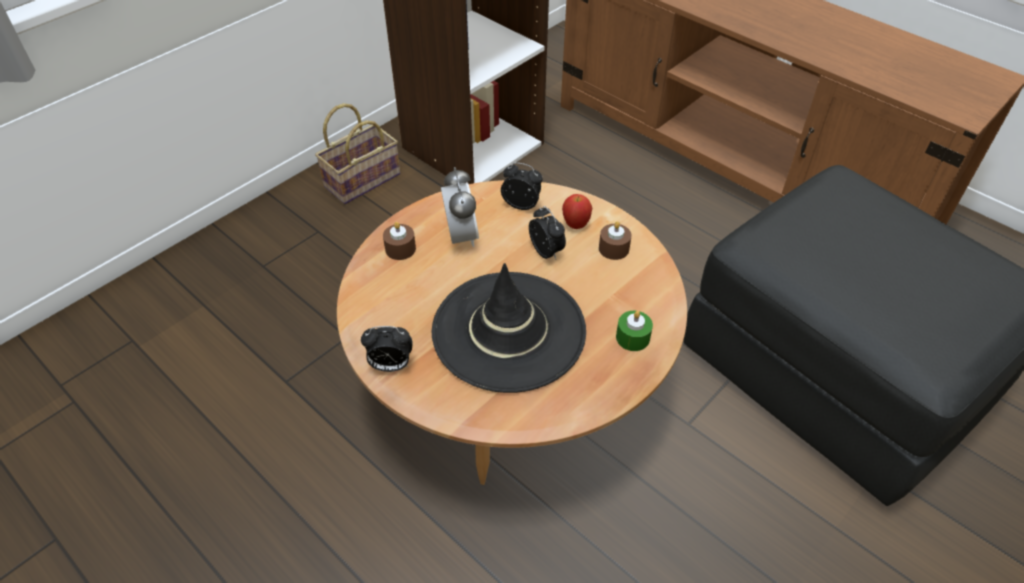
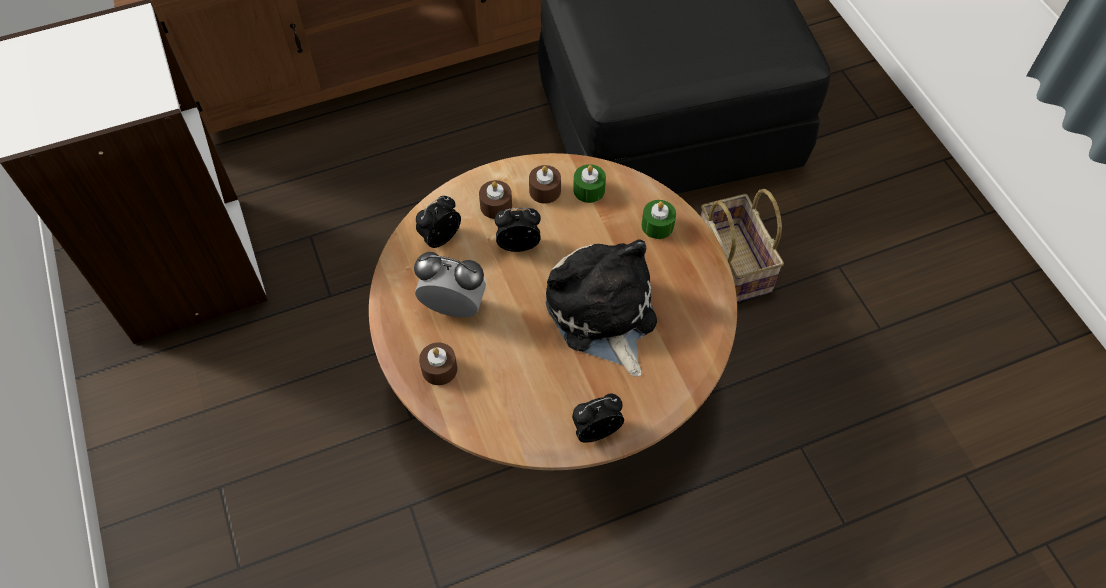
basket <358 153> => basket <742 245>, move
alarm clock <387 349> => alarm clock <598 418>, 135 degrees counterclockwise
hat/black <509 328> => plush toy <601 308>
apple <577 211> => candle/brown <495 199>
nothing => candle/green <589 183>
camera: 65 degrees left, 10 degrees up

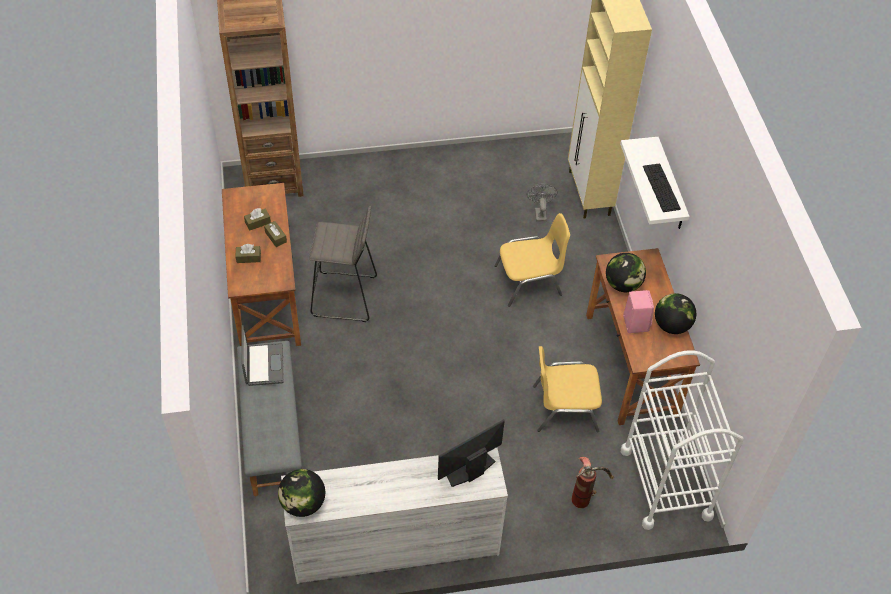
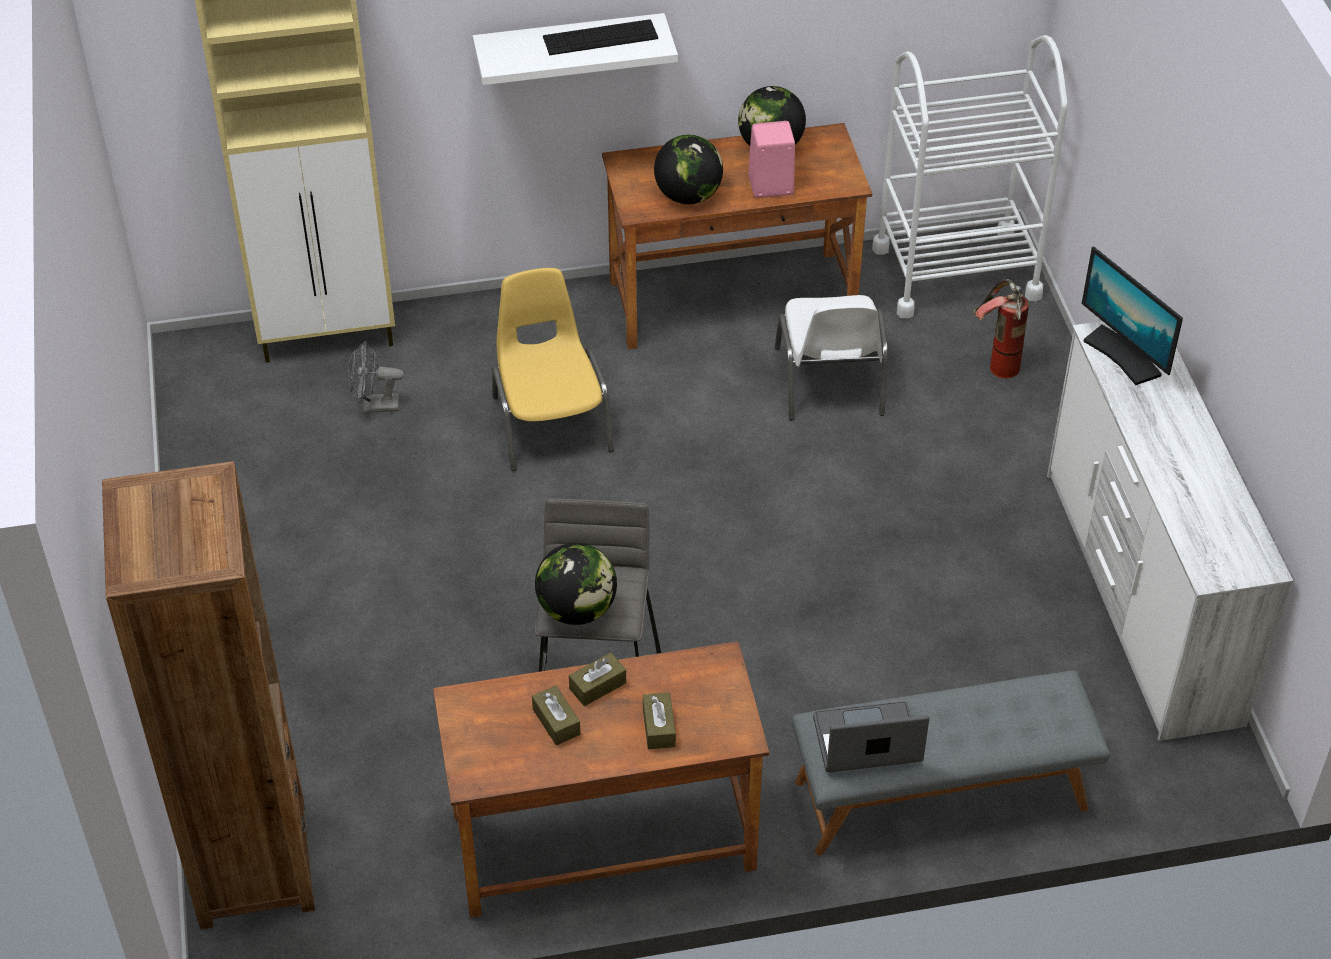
globe <301 493> => globe <576 584>, move
chair/yellow <567 389> => chair/white <831 357>
camera: 90 degrees left, 5 degrees down

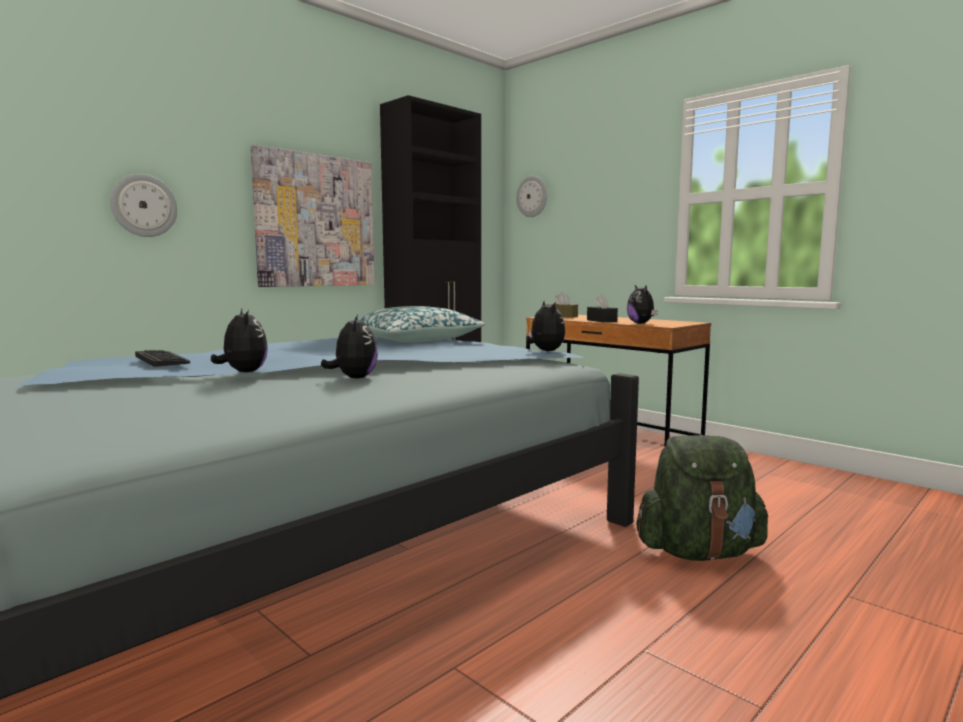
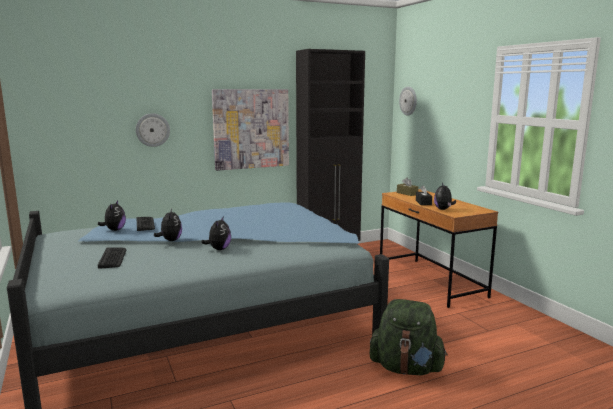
pillow <418 324> => nothing
plush toy <545 326> => plush toy <112 215>, move
nothing => keyboard <112 258>
camera: 20 degrees right, 5 degrees up

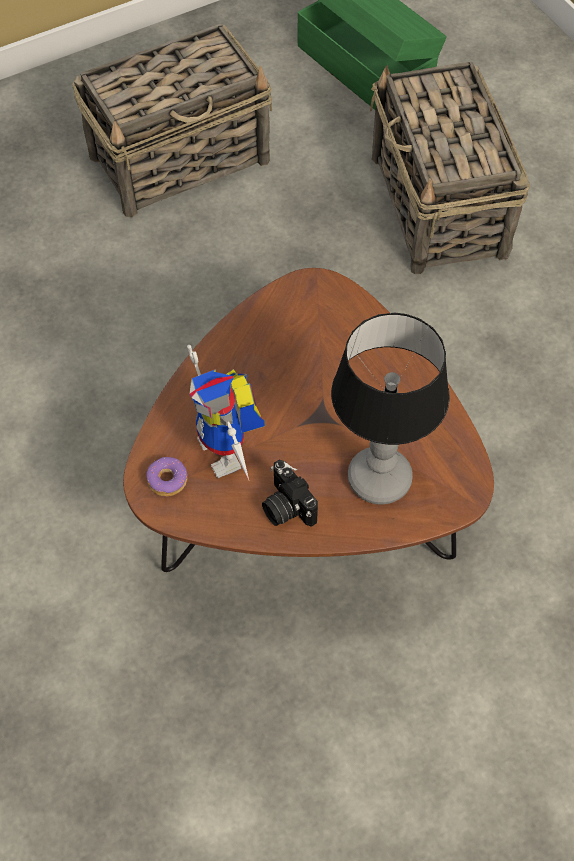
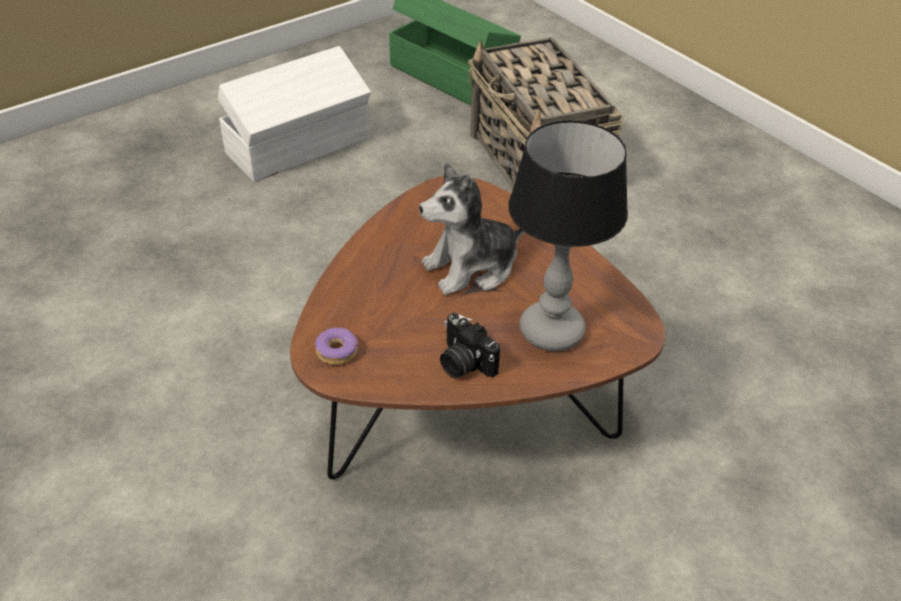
basket <172 120> => storage box/white <294 114>
toy robot <226 412> => nothing
nothing => plush toy <472 228>
camera: 10 degrees left, 15 degrees down

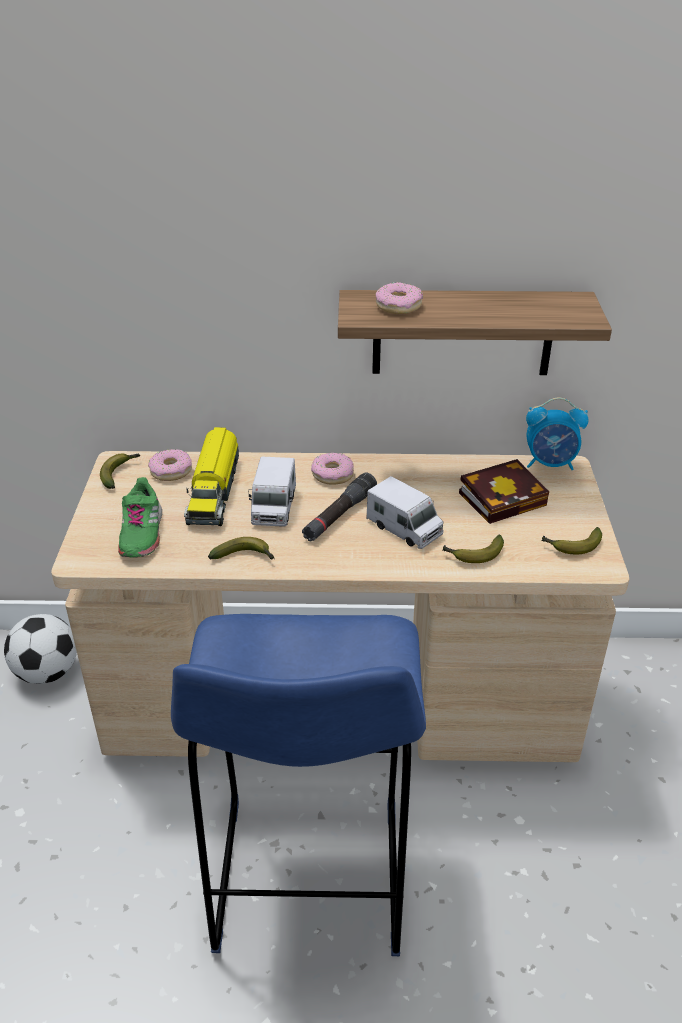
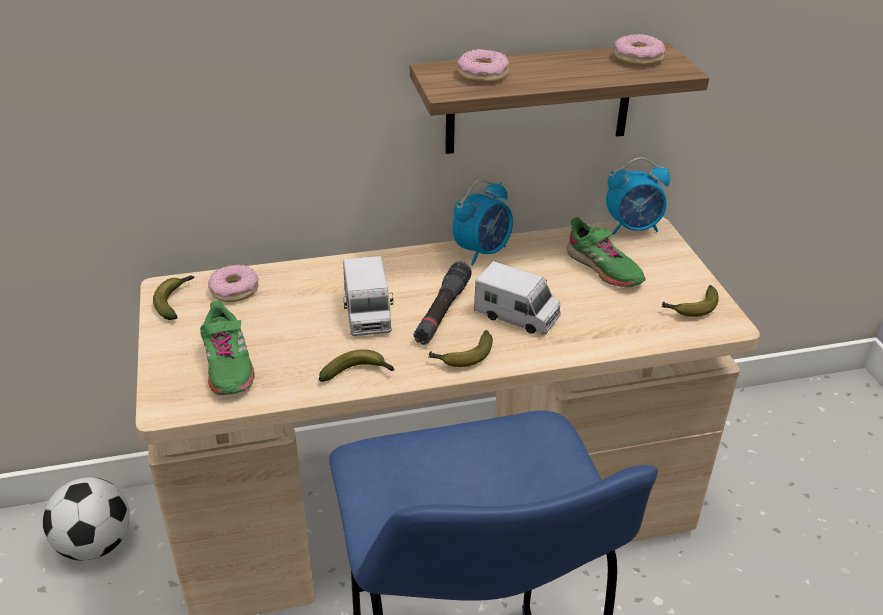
toy truck <211 476> => nothing
donut <332 469> => donut <639 50>, move
banana <473 548> => banana <461 348>, move
book <504 491> => shoe/green <606 252>
nothing => alarm clock <482 222>
camera: 15 degrees left, 0 degrees up

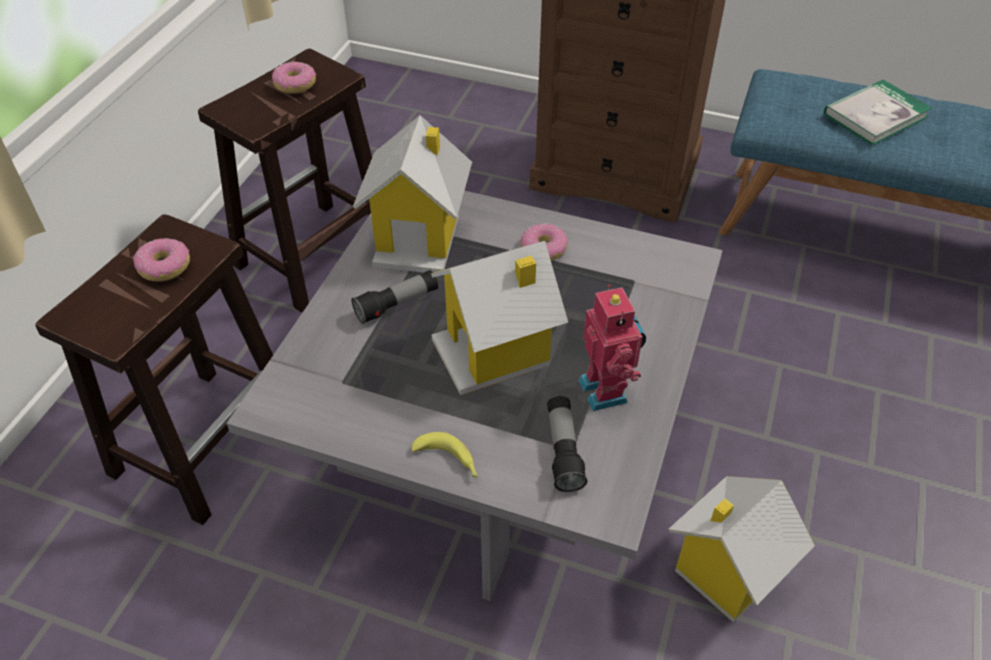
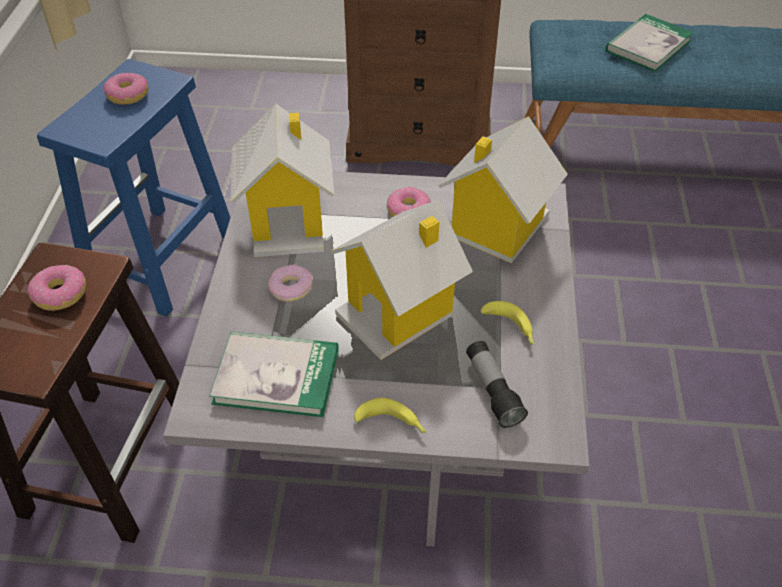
stool/brown <285 181> => stool/blue <133 188>
flashlight <394 297> => donut <290 283>
toy robot <612 348> => banana <507 323>
toy house <742 549> => toy house <503 189>, move
nothing => book <273 374>
camera: 15 degrees left, 0 degrees up

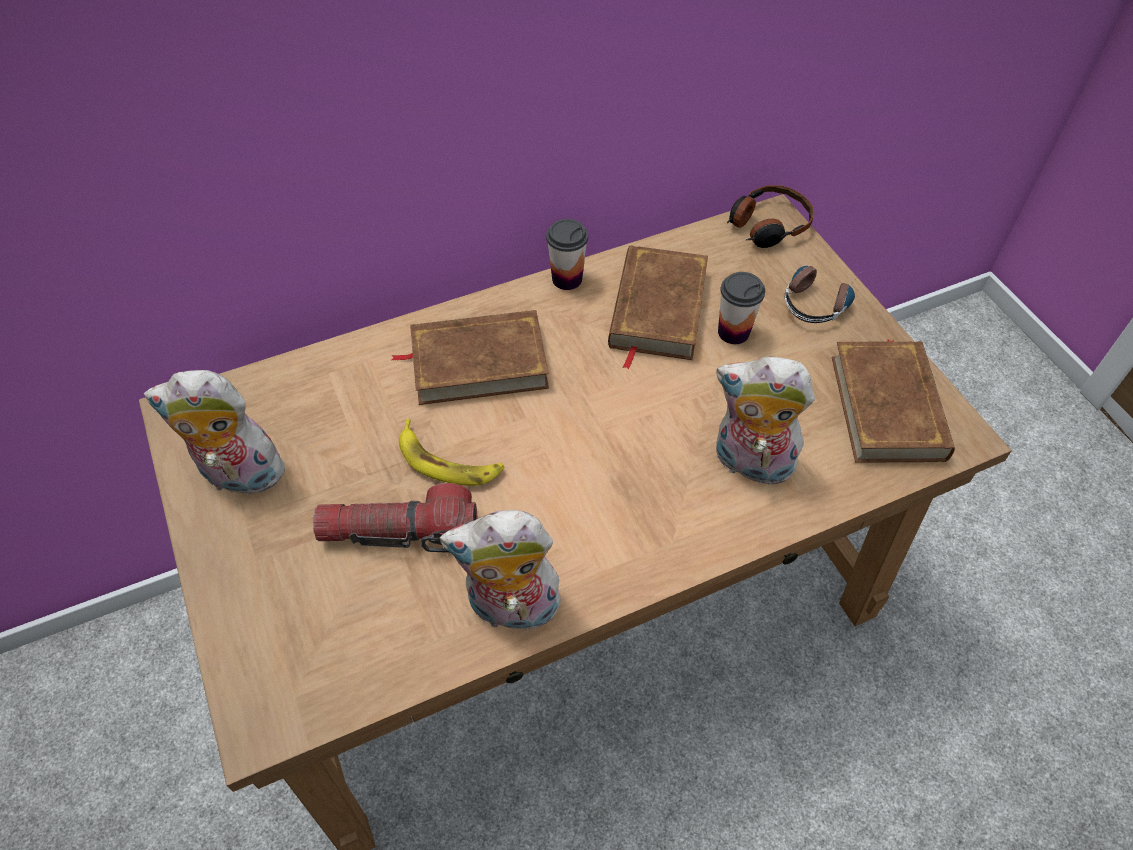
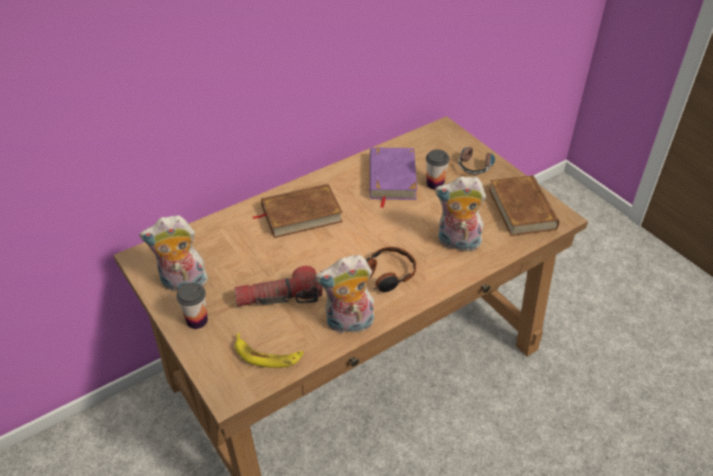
banana <452 452> => banana <269 350>, move
cup <567 254> => cup <192 306>, move
book/brown <658 307> => book/purple <393 177>
headphones <771 216> => headphones <391 269>, move
camera: 10 degrees left, 10 degrees down

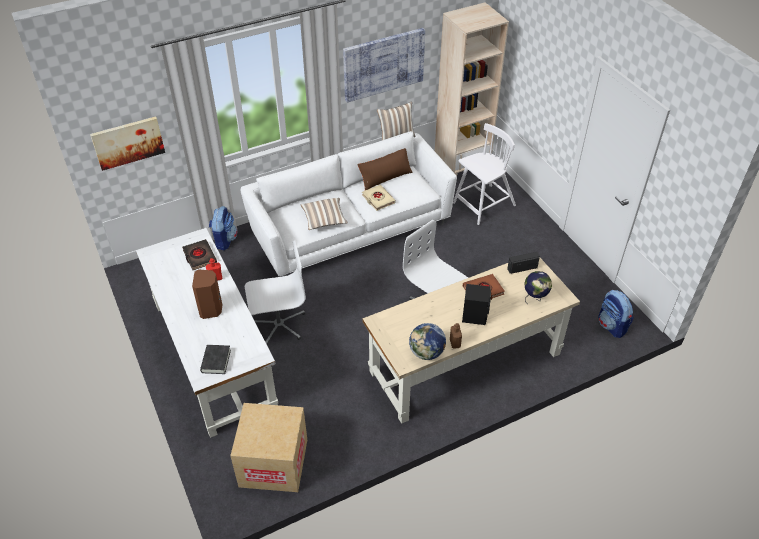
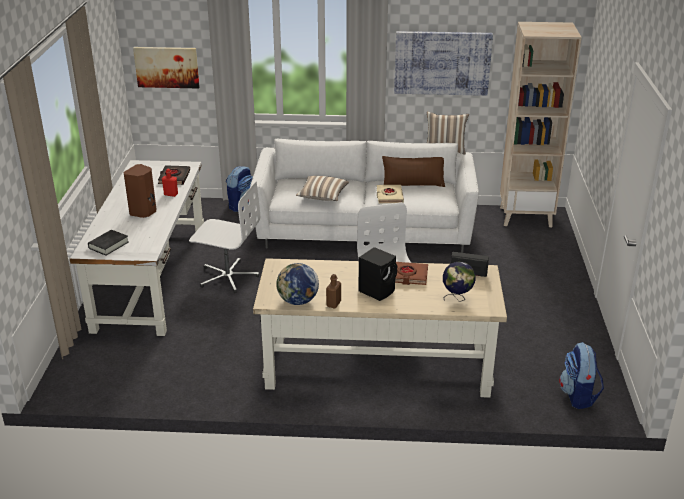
cardboard box <268 447> => nothing
chair/white <484 174> => nothing
camera: 30 degrees right, 15 degrees down

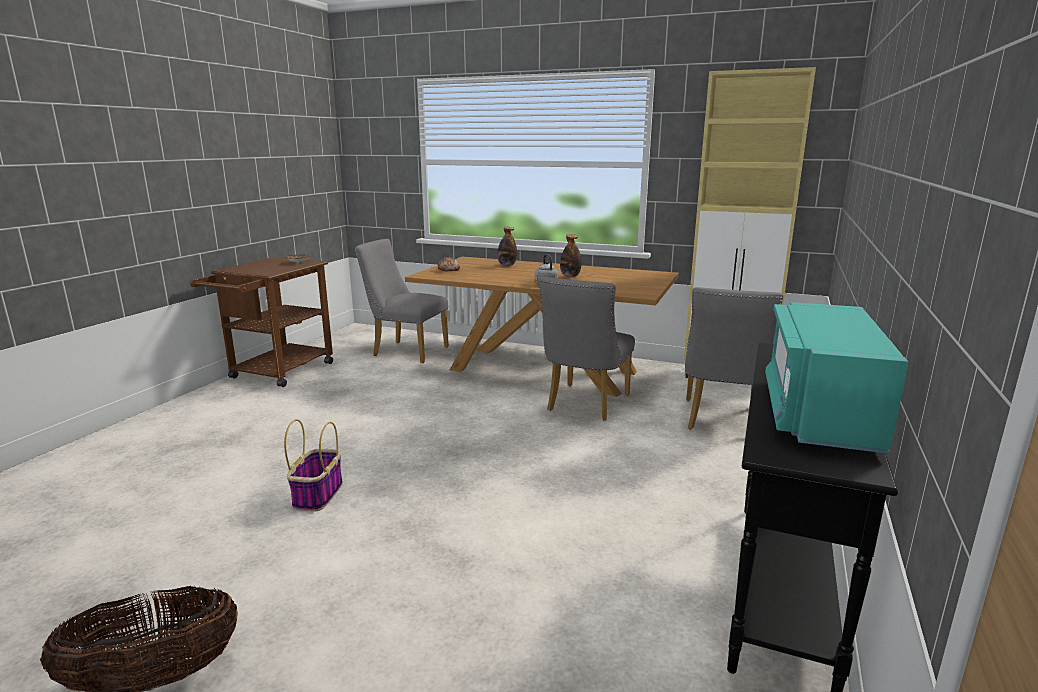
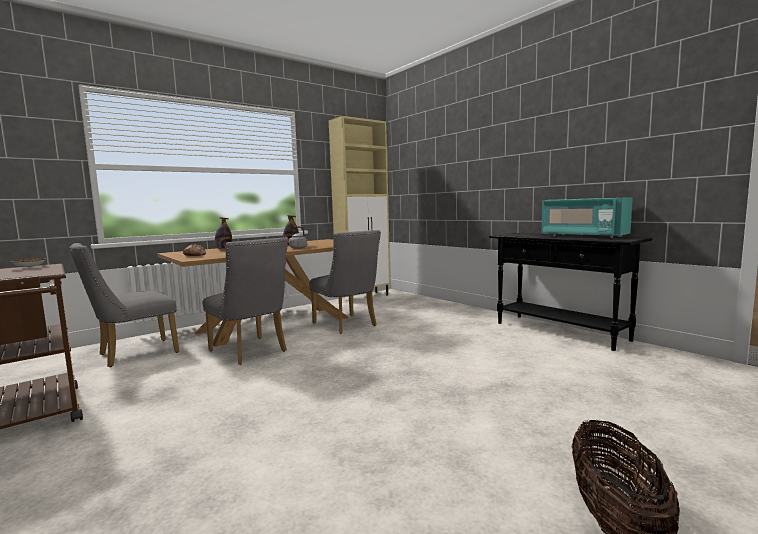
basket <313 465> => nothing
chair/grey <734 358> => chair/grey <245 301>, move
camera: 60 degrees left, 10 degrees down

